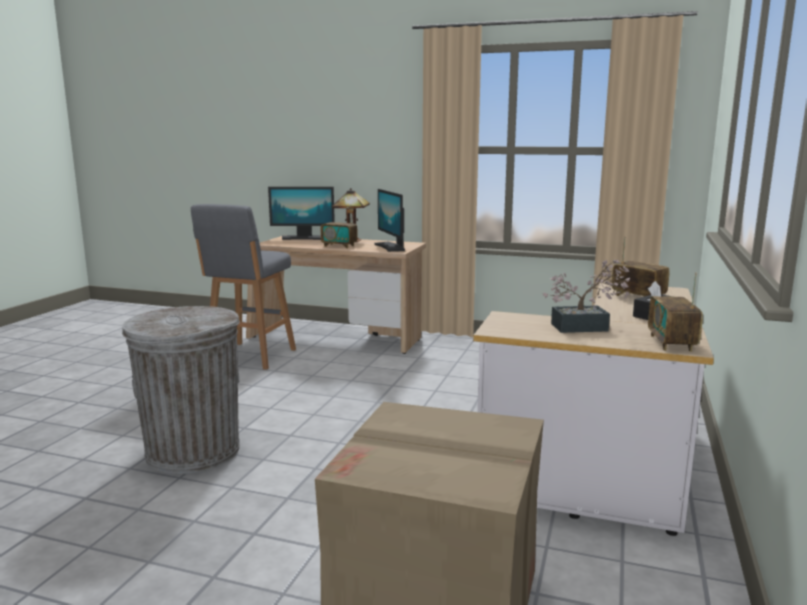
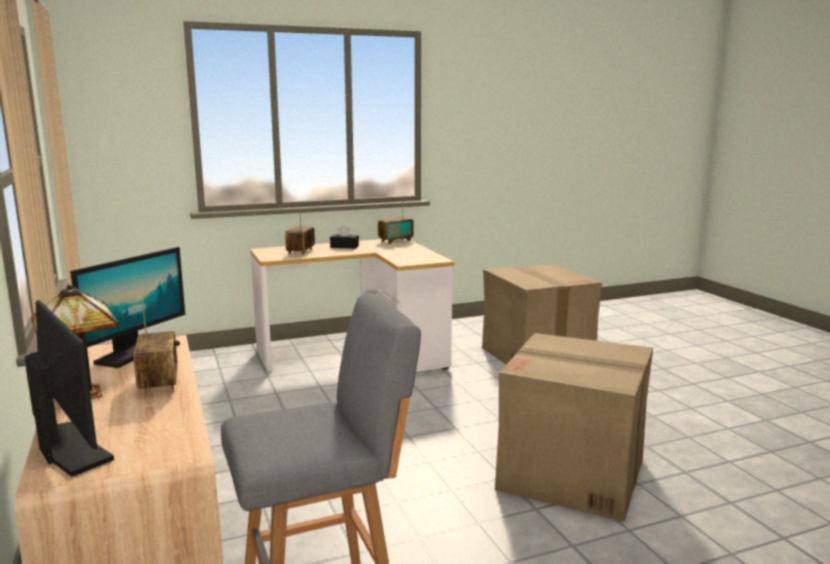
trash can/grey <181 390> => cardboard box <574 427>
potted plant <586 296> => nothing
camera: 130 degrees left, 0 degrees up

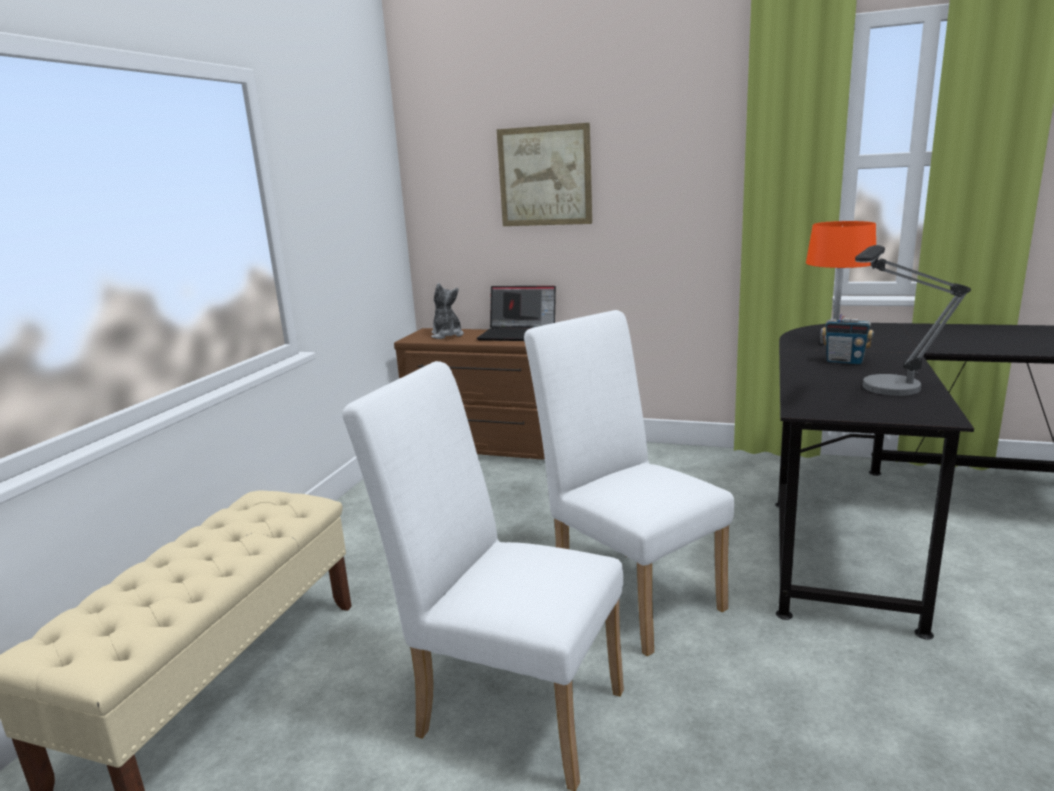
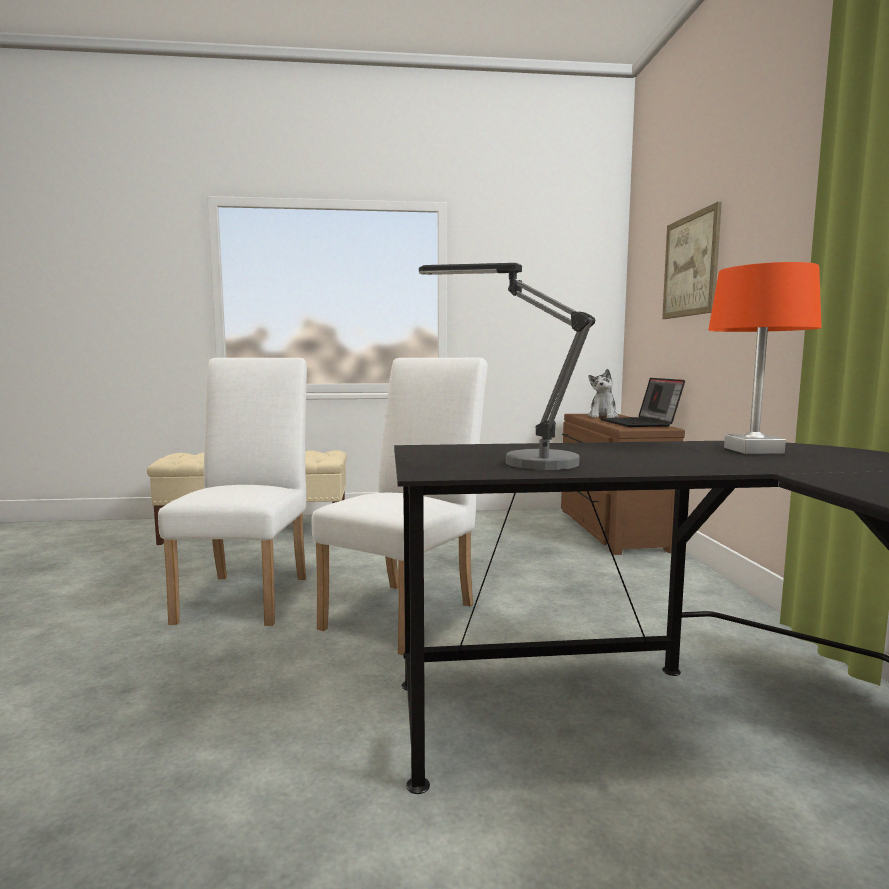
plush toy <447 311> => plush toy <603 393>, 150 degrees clockwise
radio <847 331> => nothing
camera: 65 degrees right, 10 degrees down

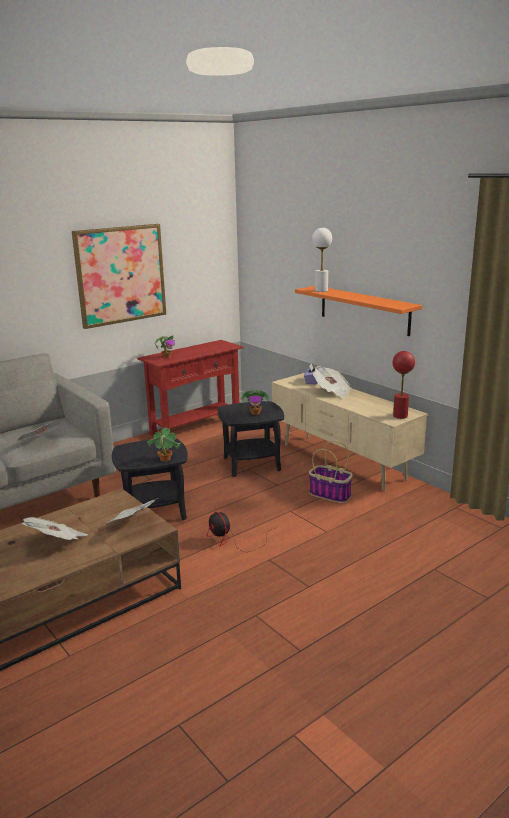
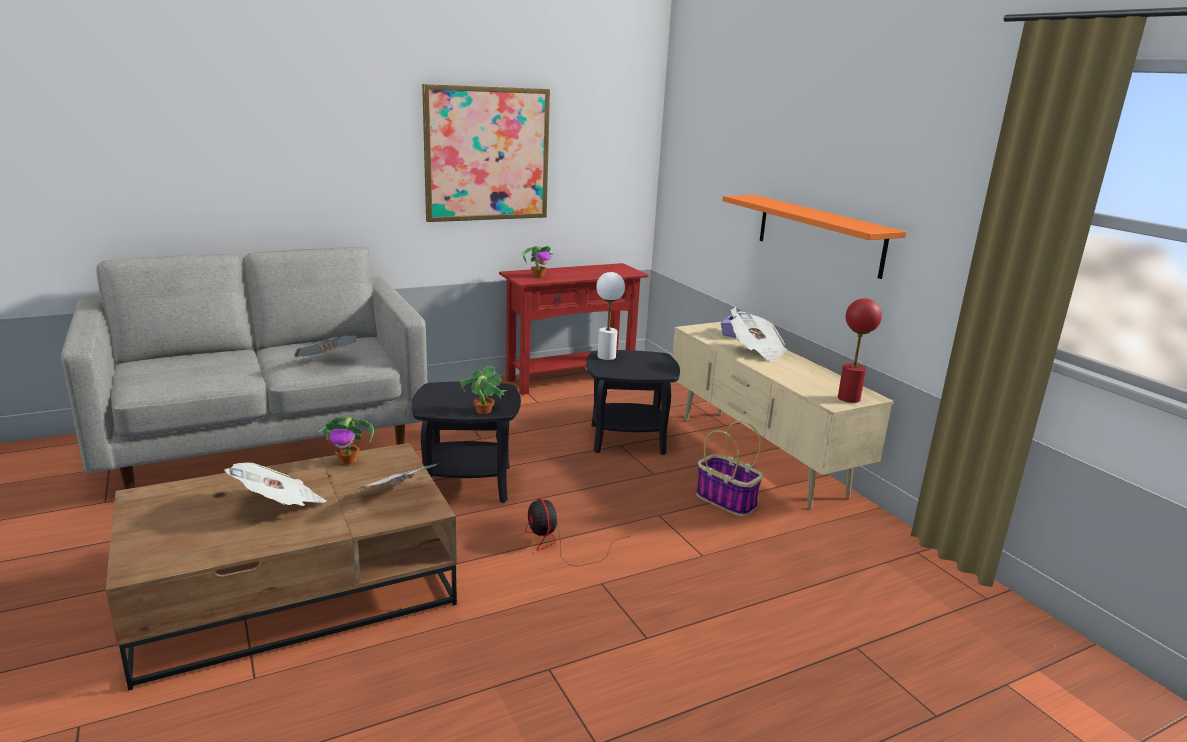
potted plant <255 402> => potted plant <346 441>, move
table lamp/white <322 260> => table lamp/white <610 316>, move
camera: 10 degrees right, 0 degrees up

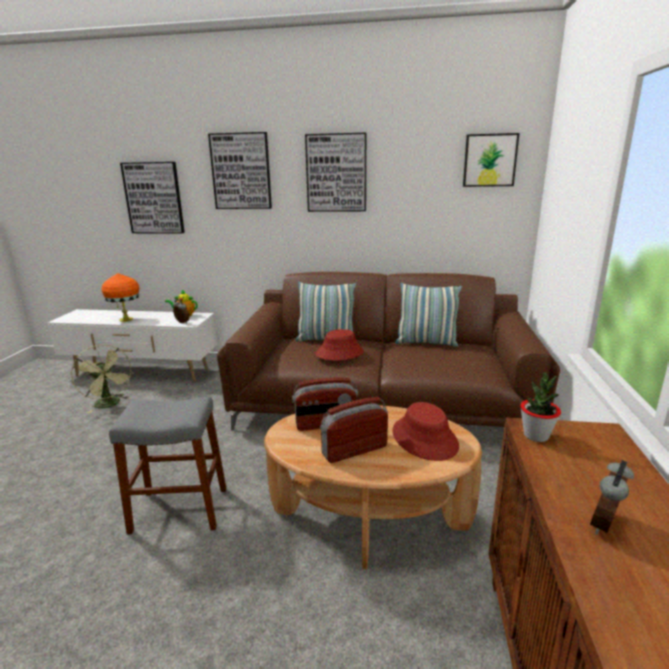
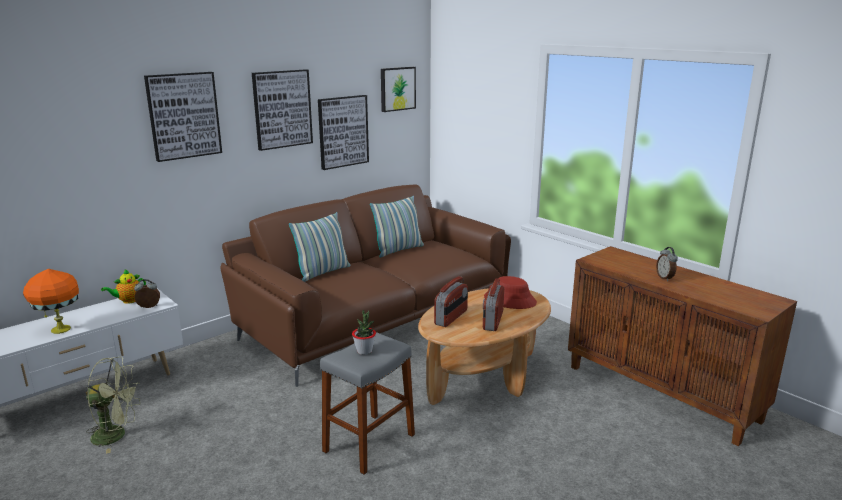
picture <152 197> => picture <343 132>, move
hat/red <340 344> => nothing
potted plant <540 407> => potted plant <364 332>, move
camera: 50 degrees left, 0 degrees up

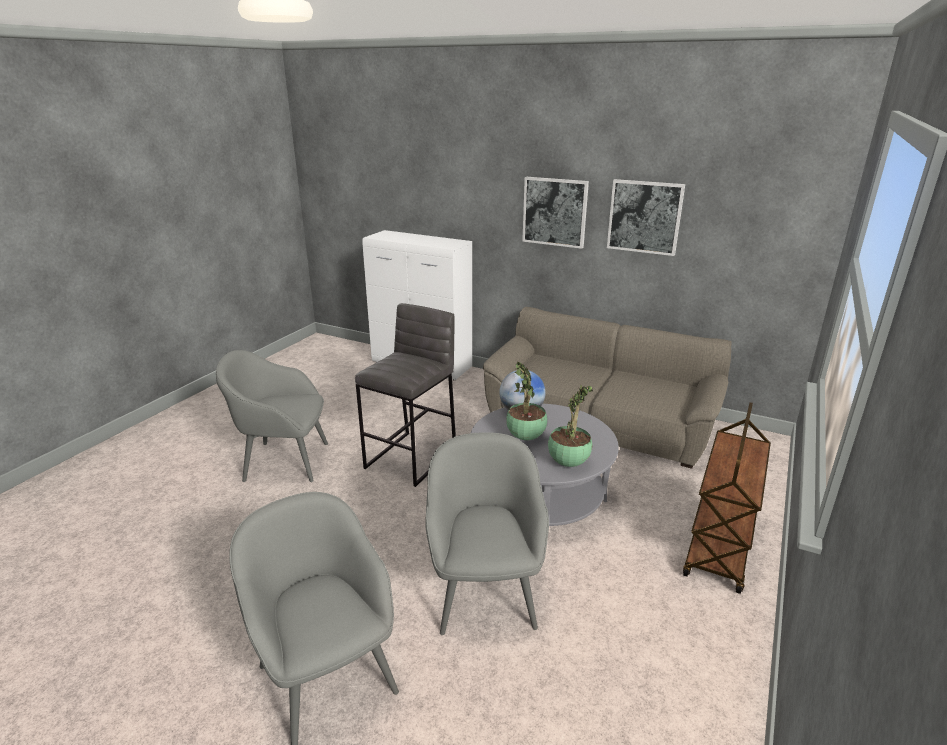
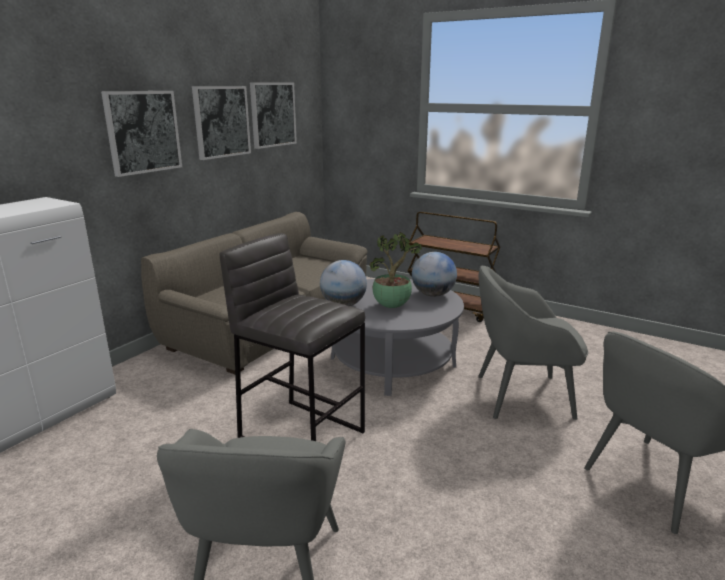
potted plant <570 426> => globe <434 274>
nothing => picture <273 115>
camera: 85 degrees left, 5 degrees down

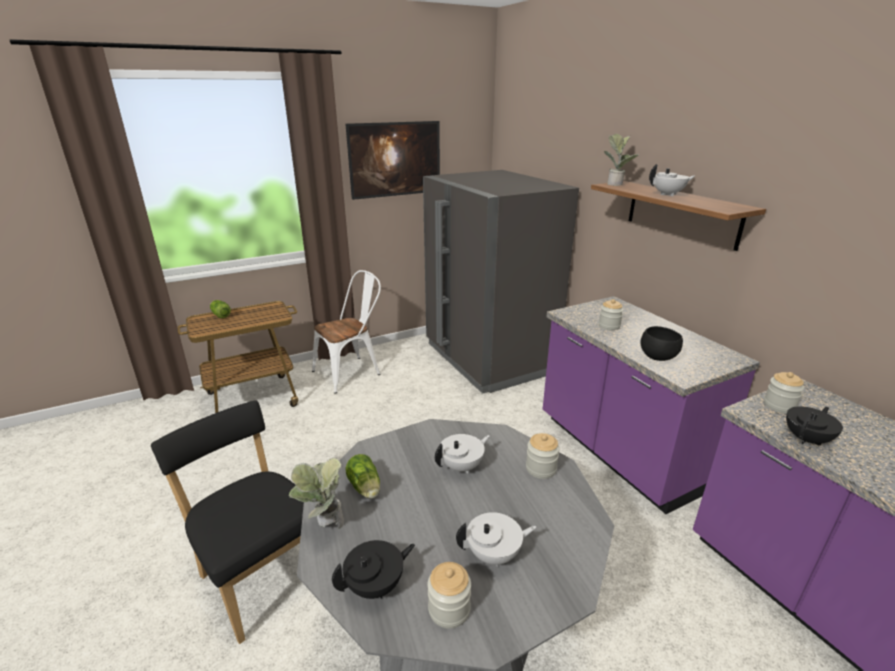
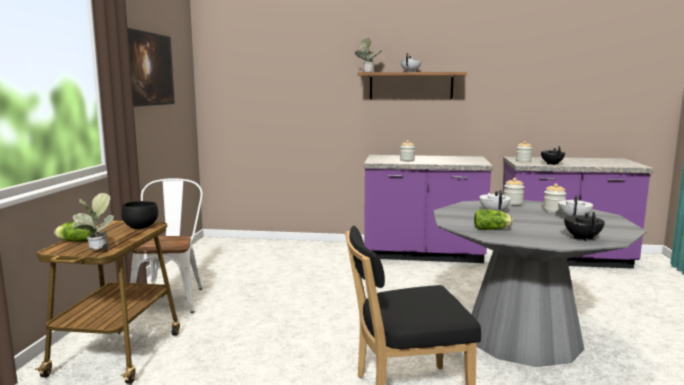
potted plant <316 493> => potted plant <93 222>, move
fridge/grey <501 282> => nothing
jar <449 595> => jar <555 198>, move
bowl/black <661 343> => bowl/black <139 215>, move
camera: 55 degrees left, 15 degrees down

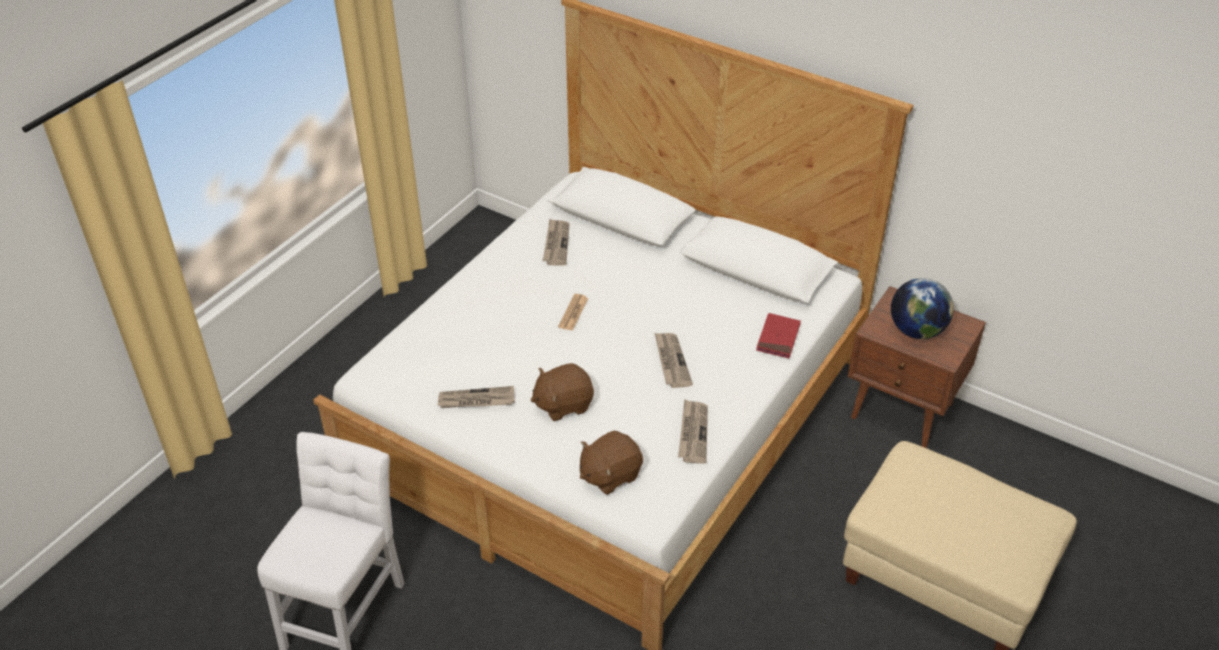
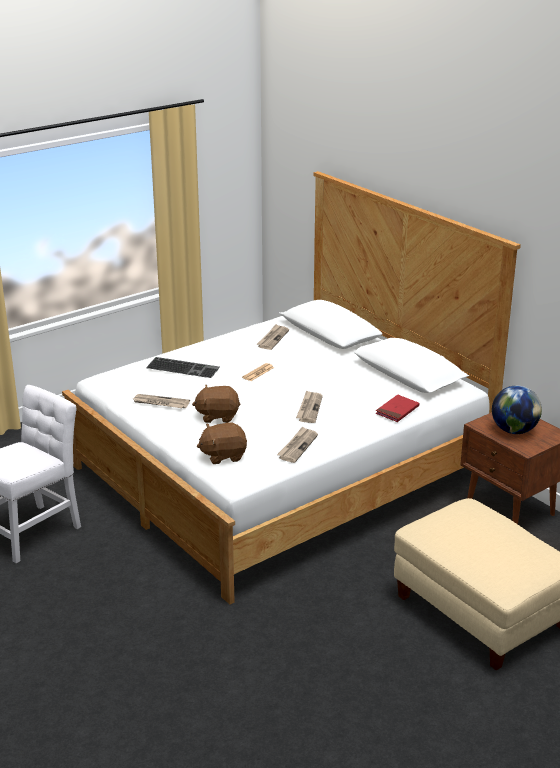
nothing => keyboard <183 367>
camera: 20 degrees right, 15 degrees down

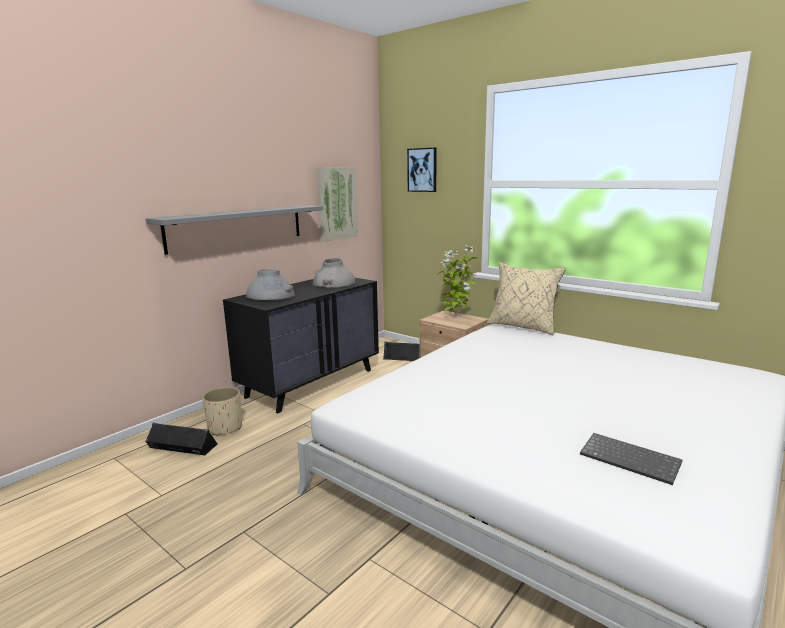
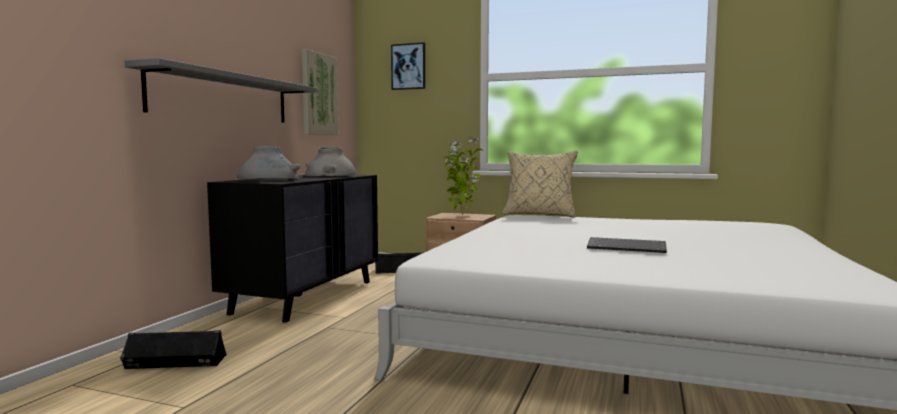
planter/beige <222 411> => nothing
keyboard <631 459> => keyboard <627 245>, move
camera: 20 degrees left, 10 degrees down

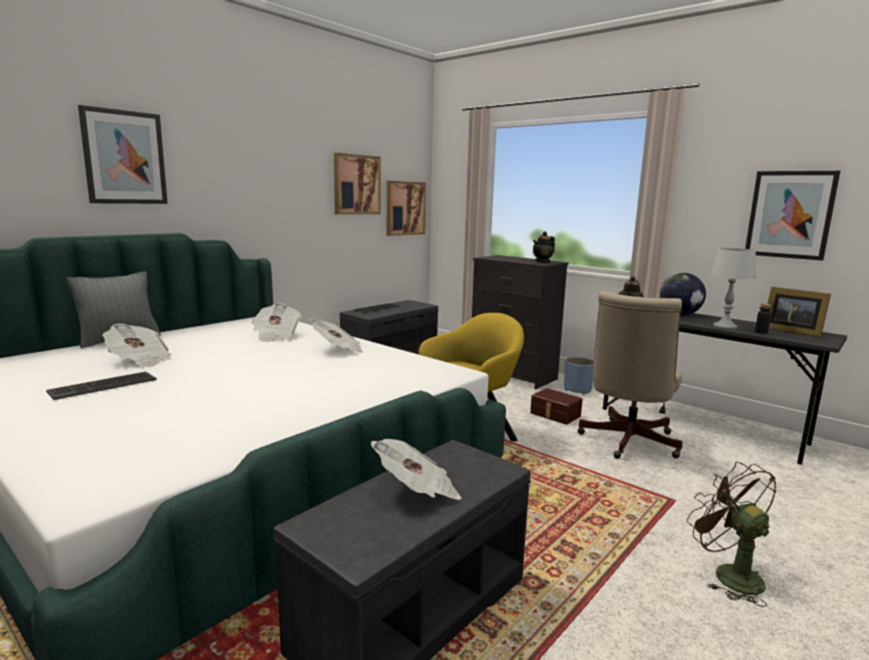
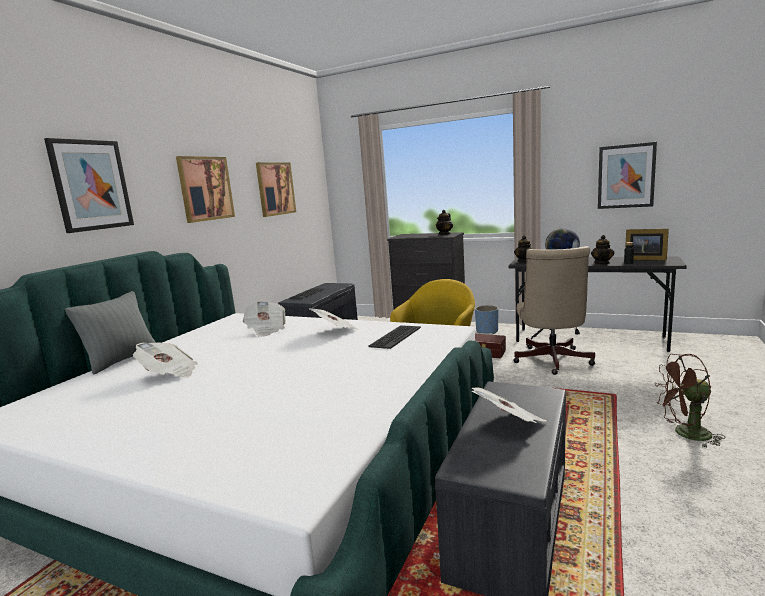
keyboard <101 386> => keyboard <394 337>, move
picture <406 208> => picture <205 189>, move
fan/brown <731 534> => fan/brown <690 401>, 45 degrees counterclockwise
table lamp/grey <733 289> => teapot <602 250>
camera: 15 degrees left, 0 degrees up

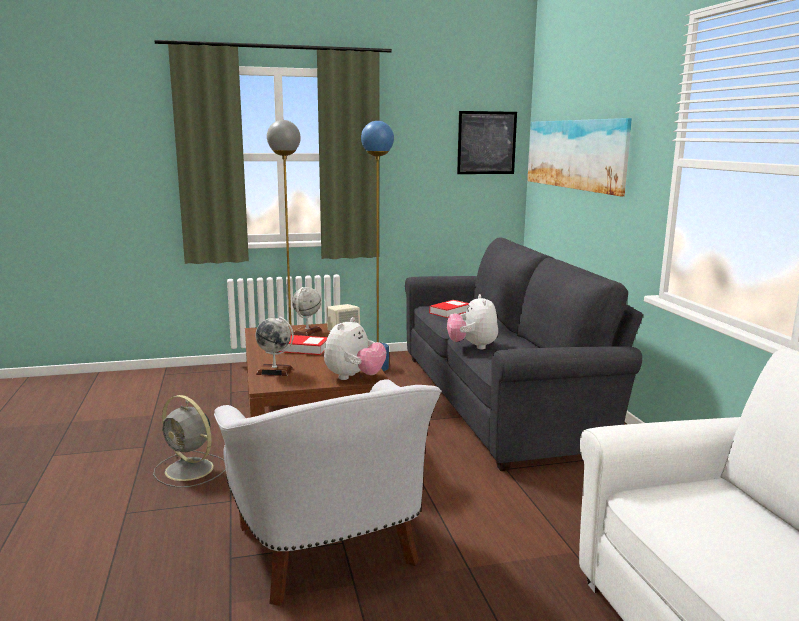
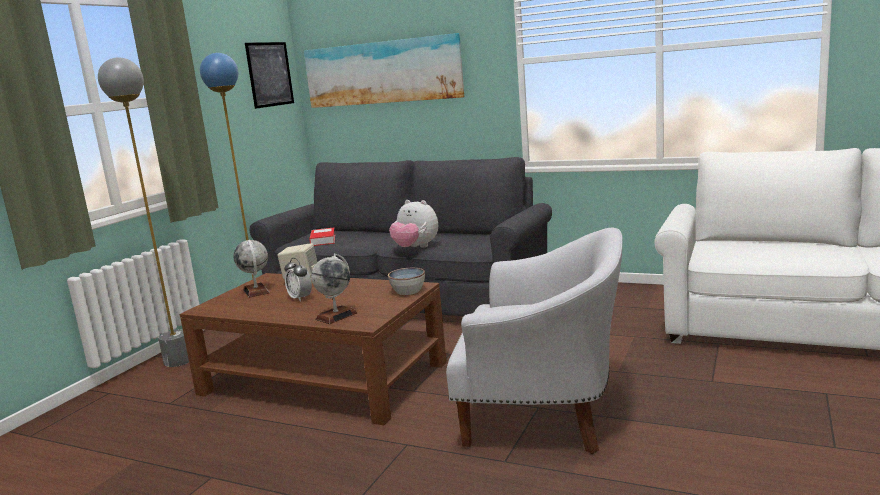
fan/grey <189 441> => nothing
book <303 345> => alarm clock <298 280>
plush toy <355 348> => bowl <406 281>
camera: 50 degrees left, 0 degrees up

